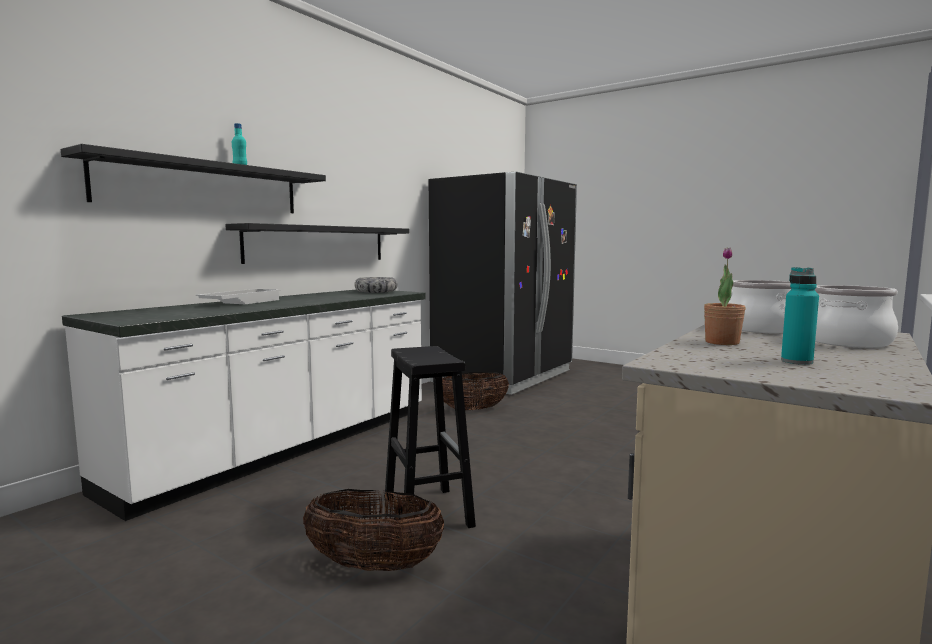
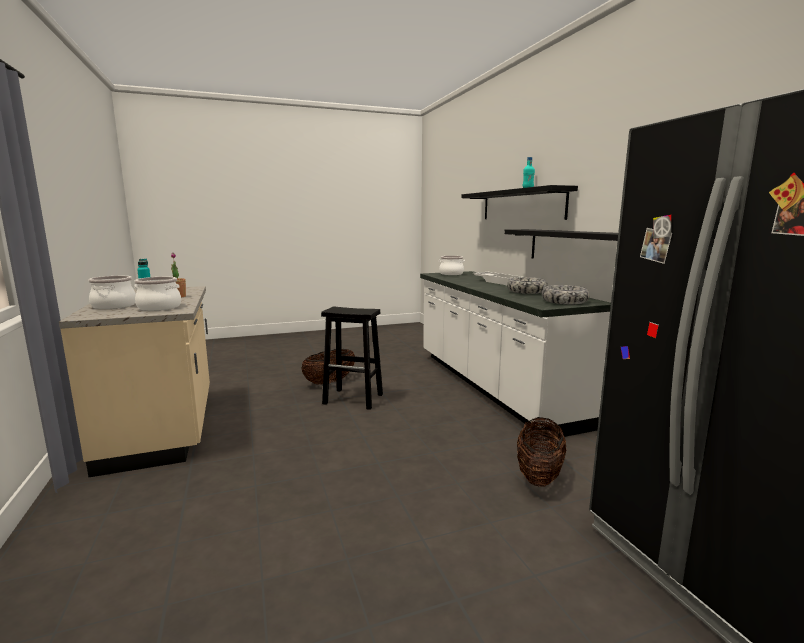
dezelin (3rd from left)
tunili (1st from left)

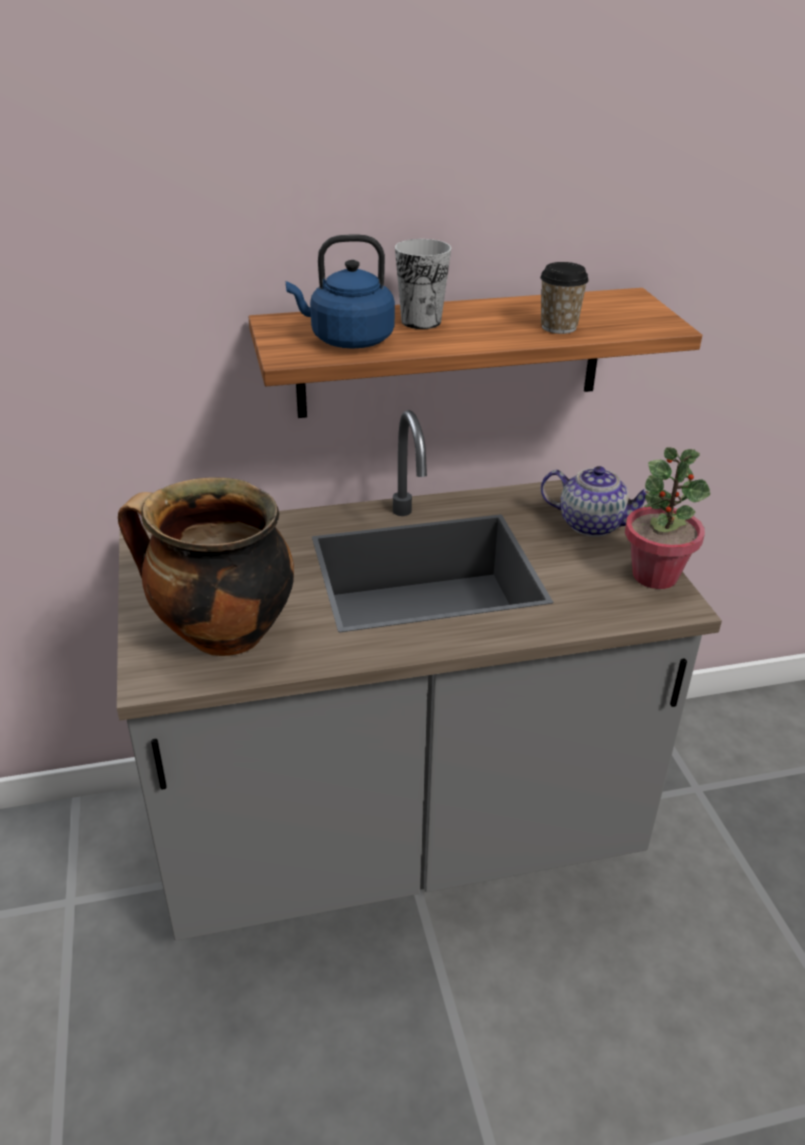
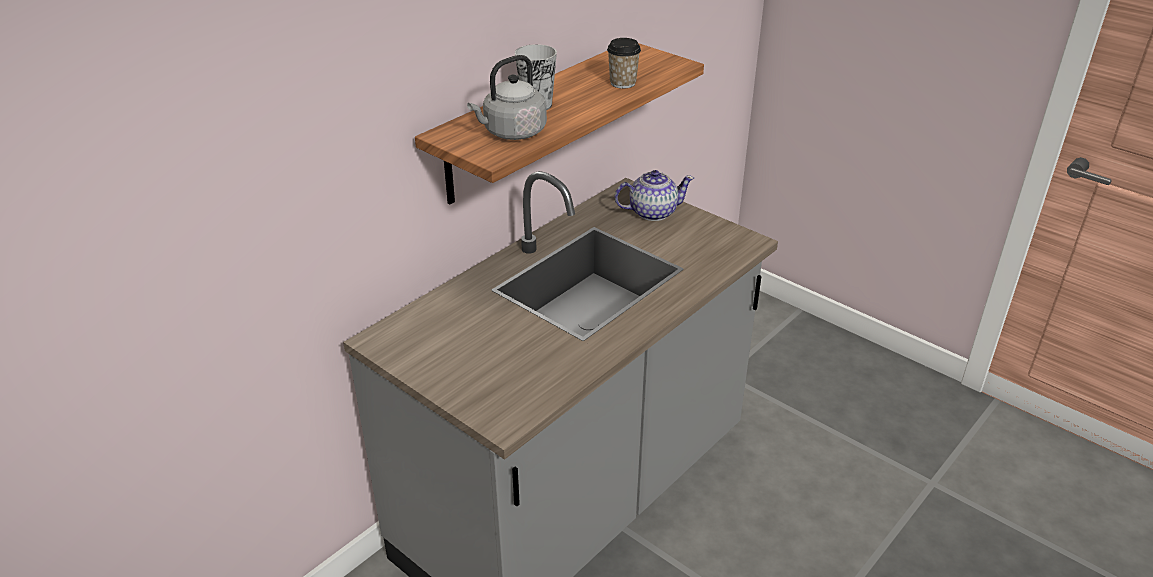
dezelin
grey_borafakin
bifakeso

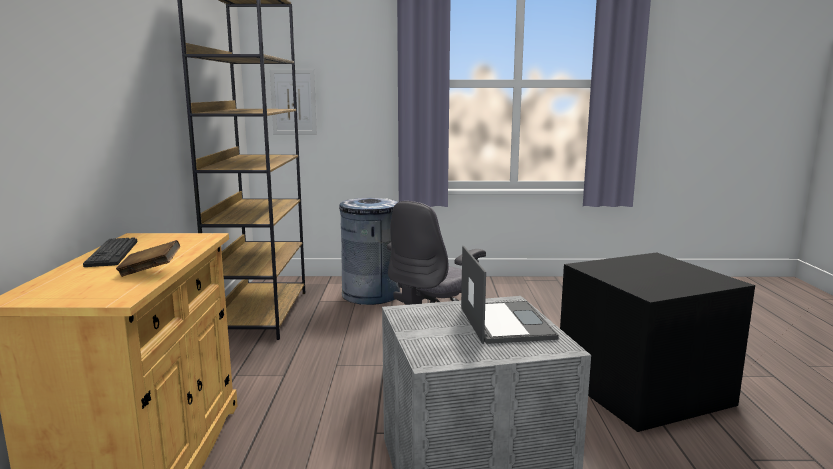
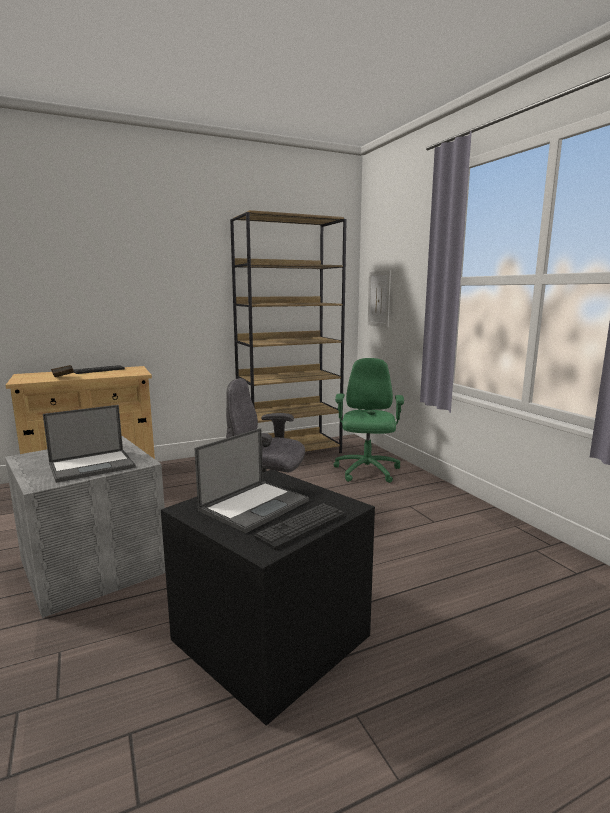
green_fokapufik
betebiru (2nd from left)
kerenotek (2nd from left)

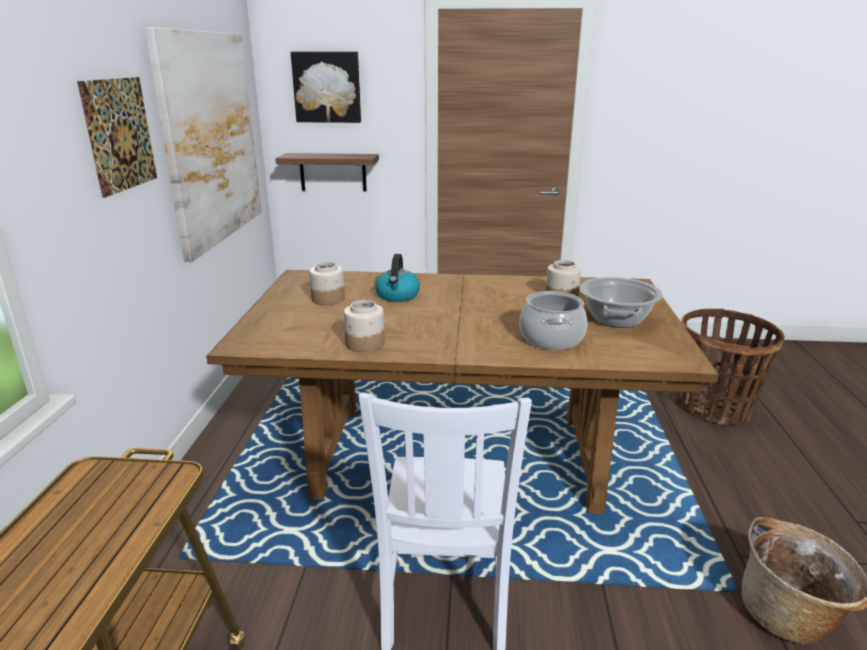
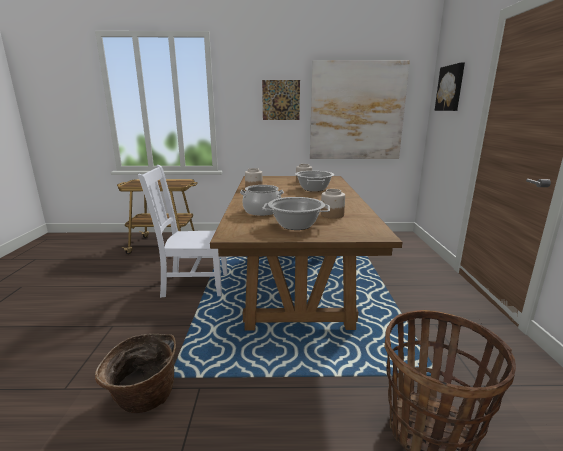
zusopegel
dezelin (3rd from left)

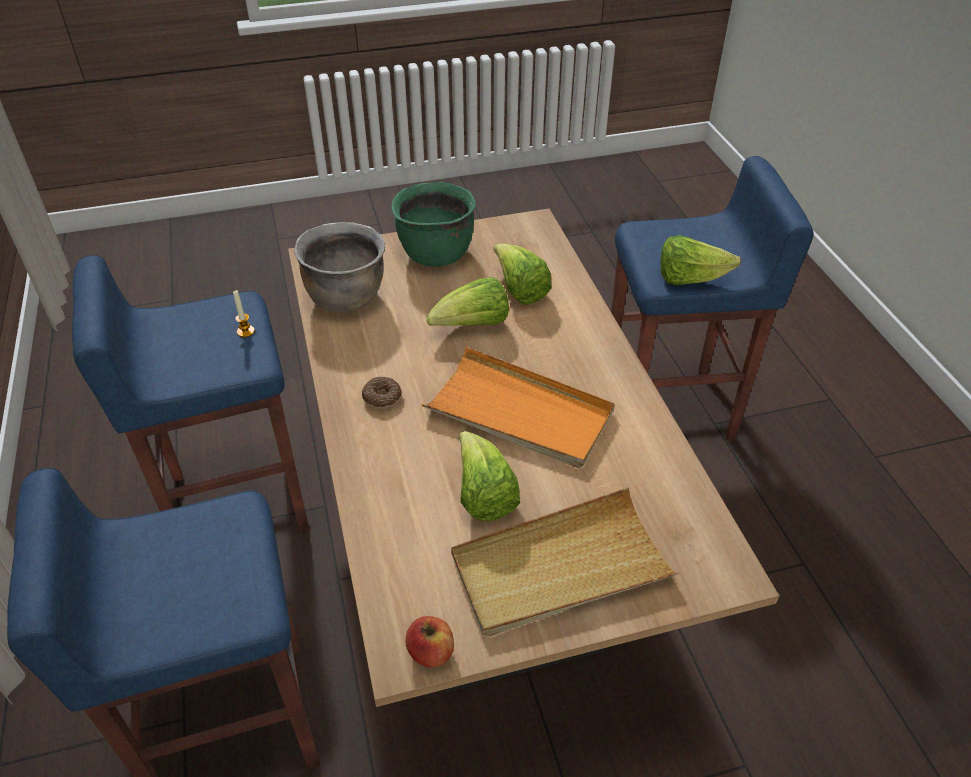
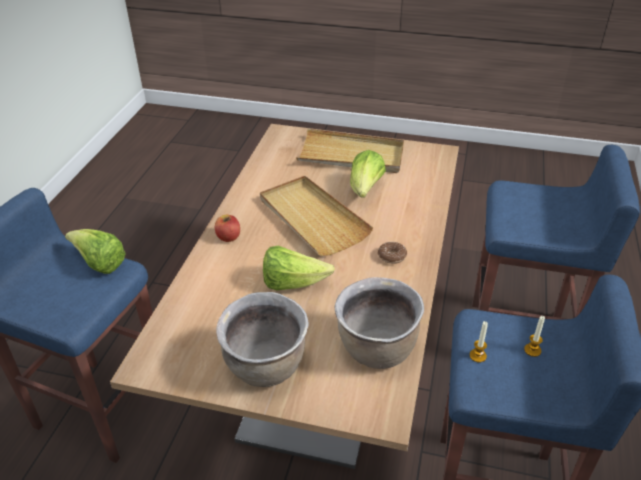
brown_dezelin (1st from left)
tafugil
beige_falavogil (1st from left)
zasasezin (3rd from left in the first image)
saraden (2nd from left)

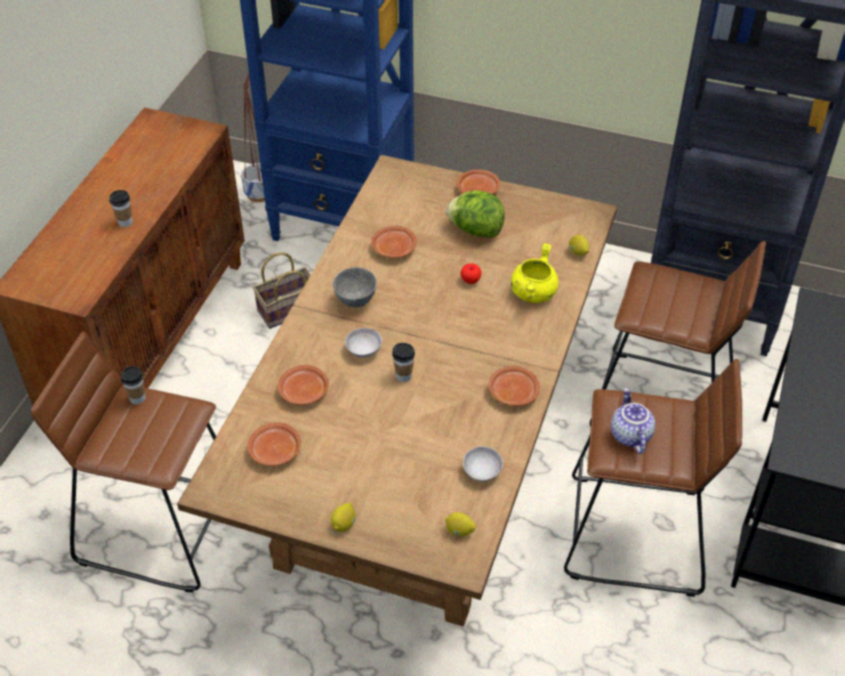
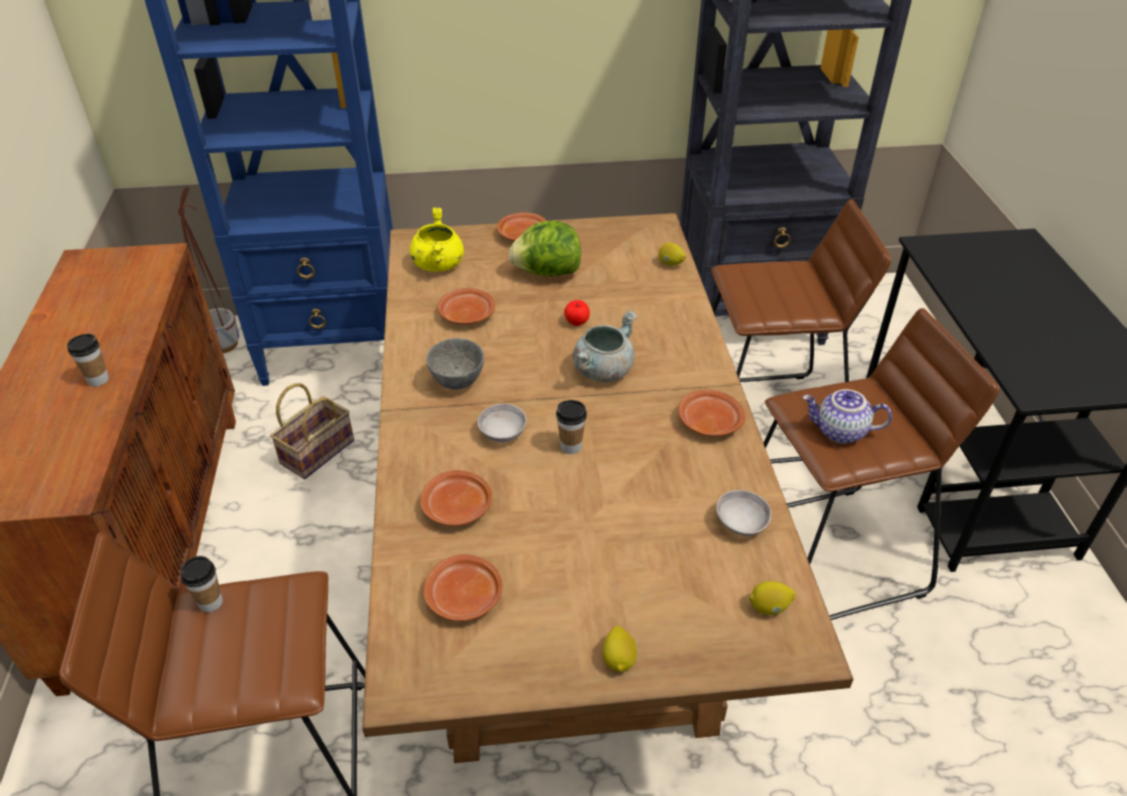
yellow_dezelin
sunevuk
grey_dezelin

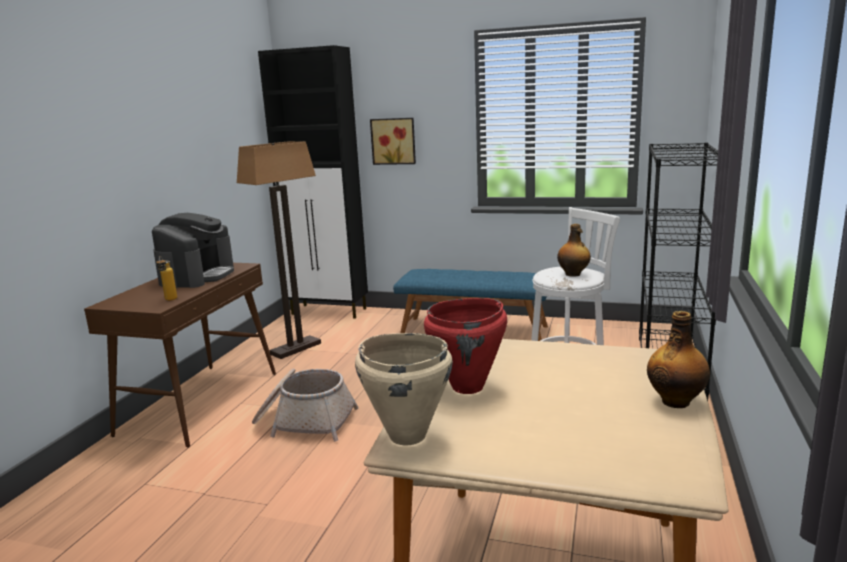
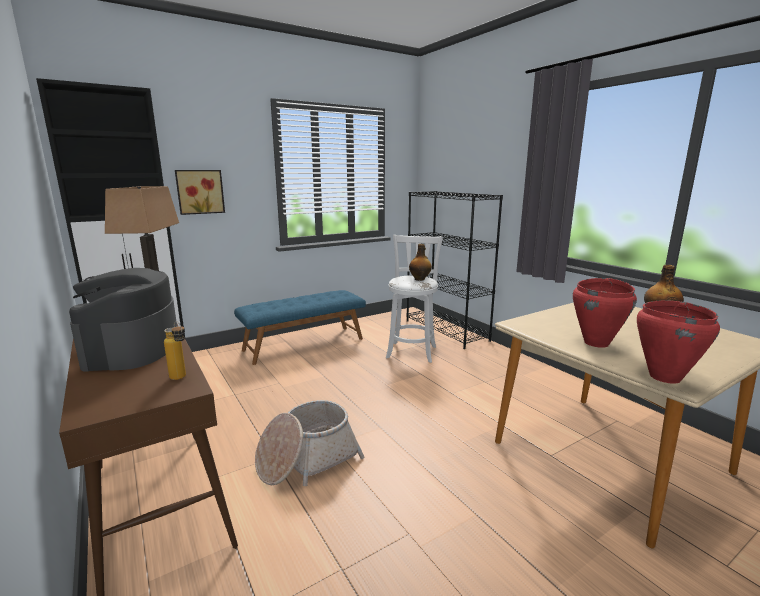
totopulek
red_dezelin (2nd from left)

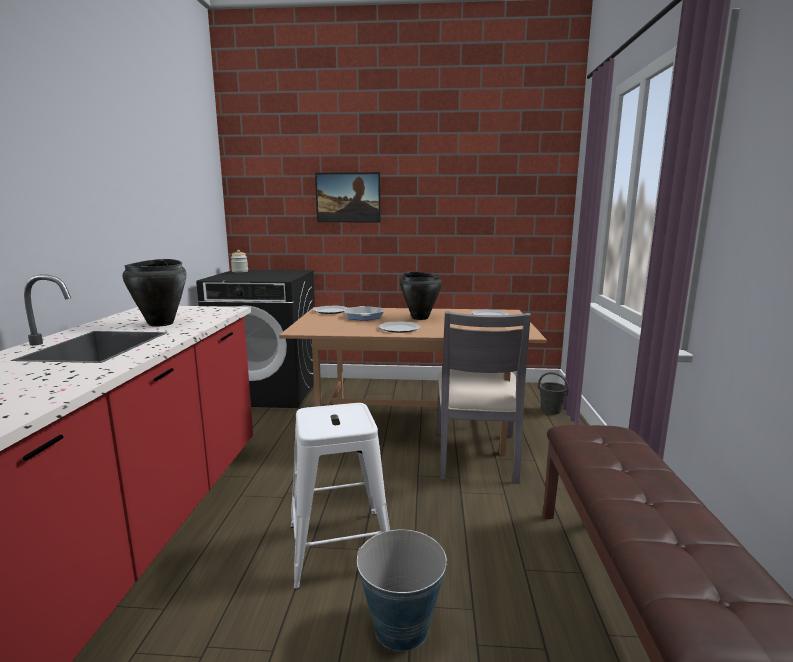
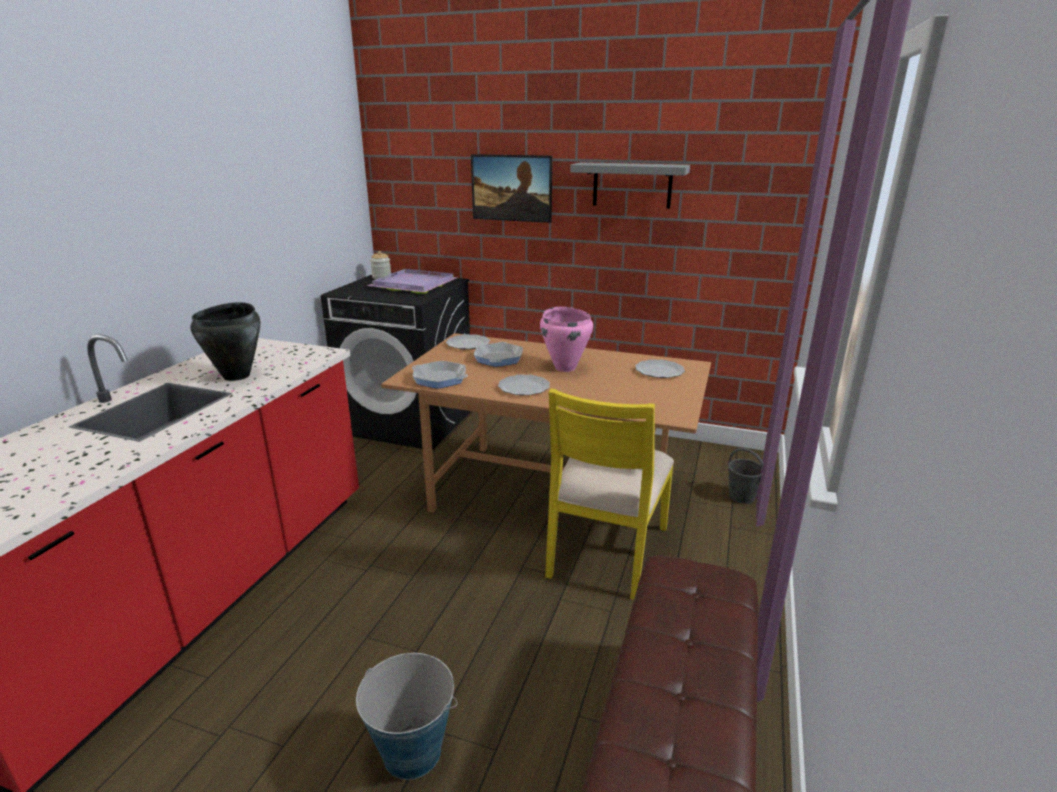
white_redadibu
pink_dezelin
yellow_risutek
purple_falavogil
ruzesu (1st from left)
grey_zusopegel

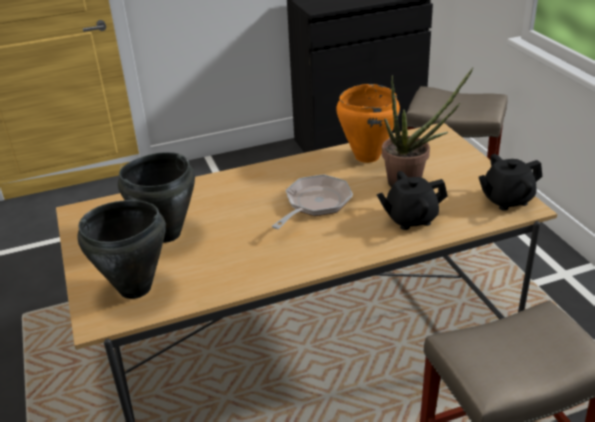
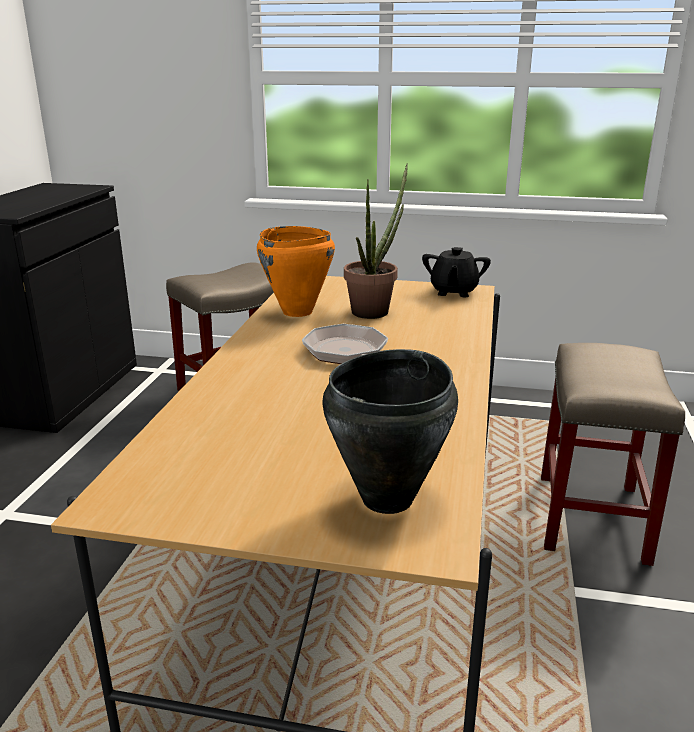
black_dezelin (2nd from left in the first image)
black_sunevuk (1st from left in the first image)

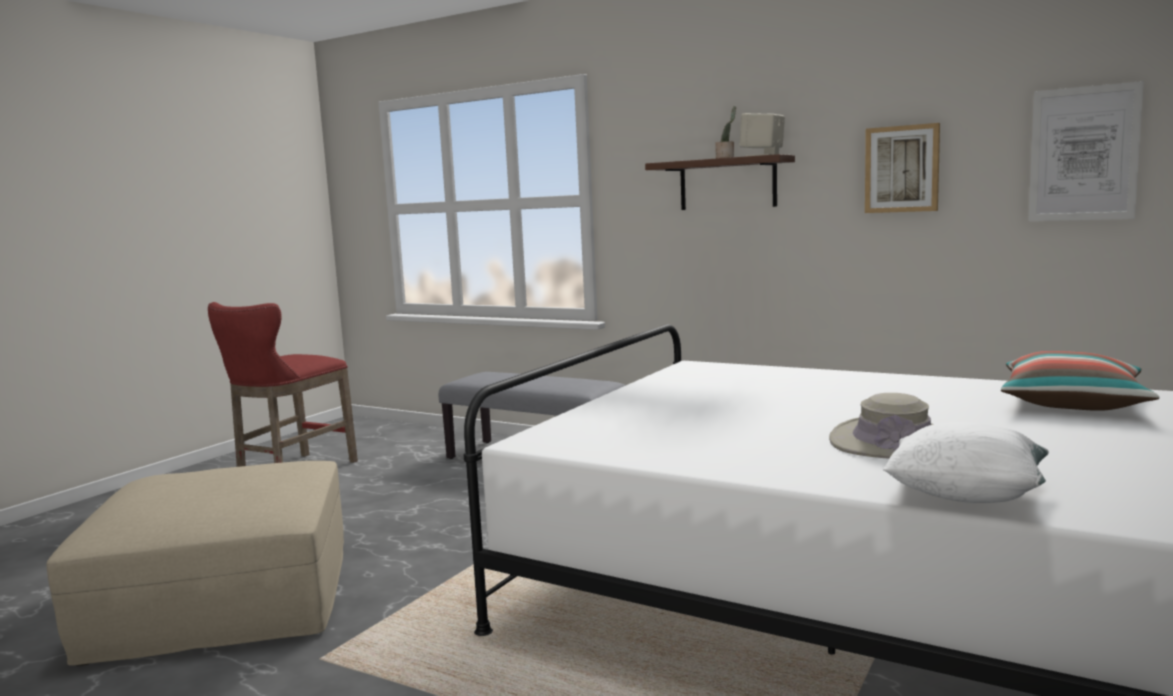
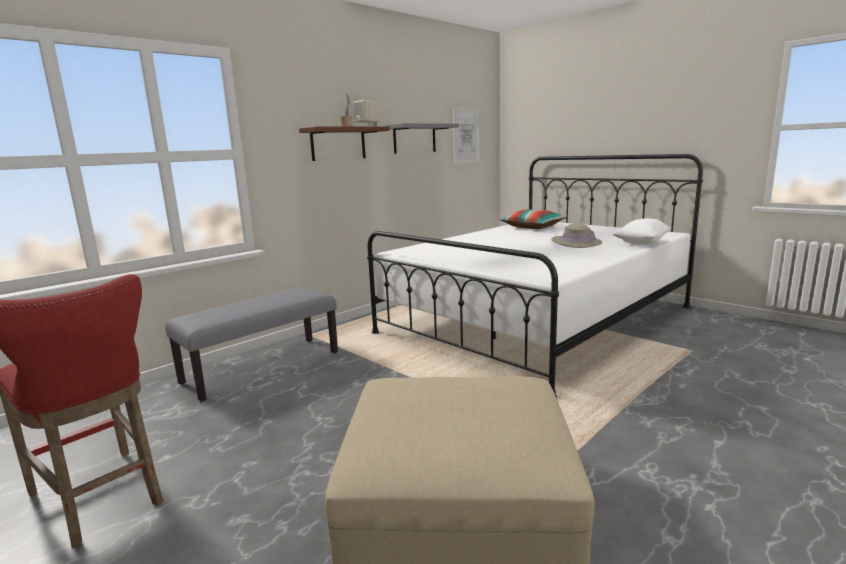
grey_zusopegel

